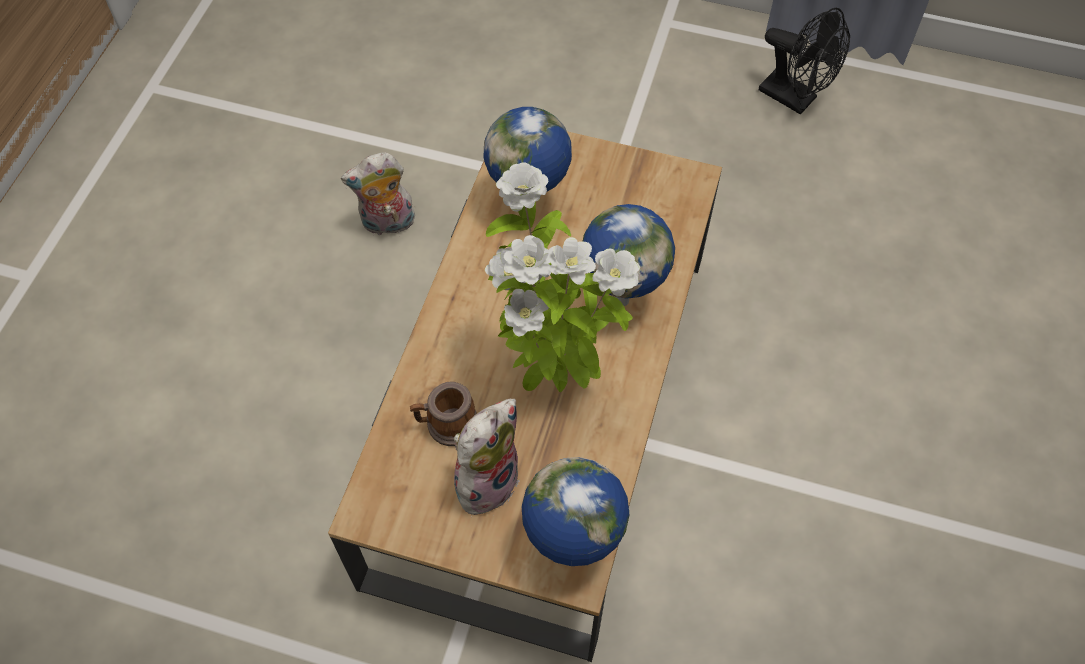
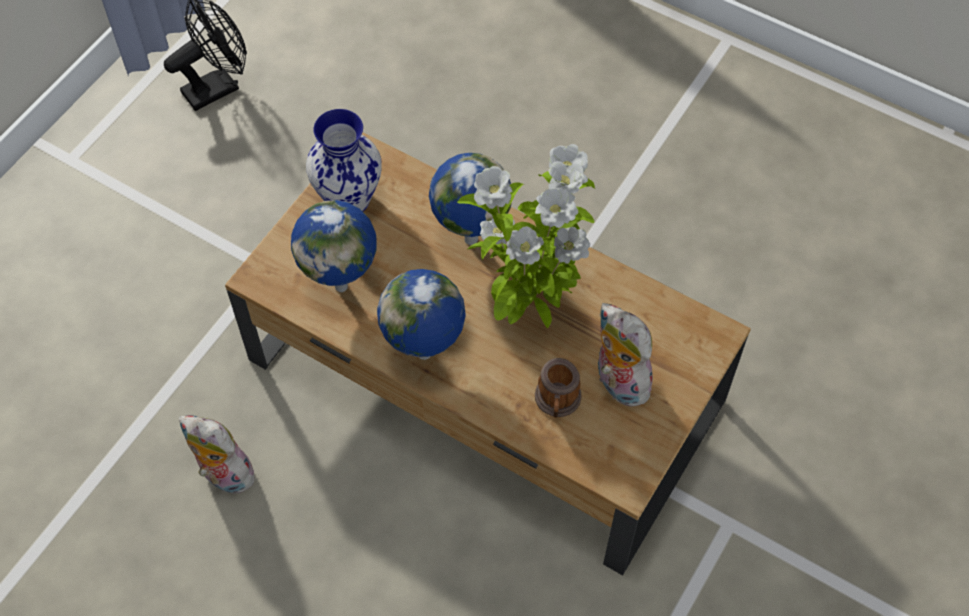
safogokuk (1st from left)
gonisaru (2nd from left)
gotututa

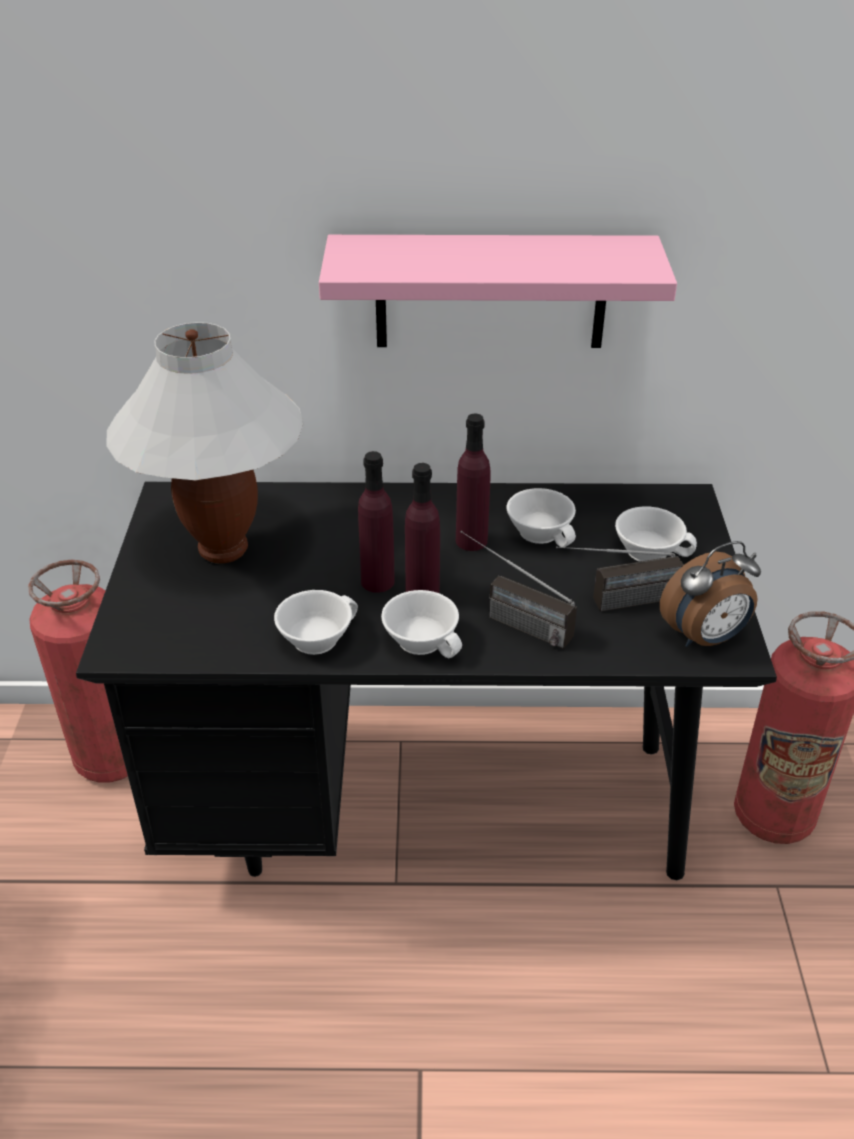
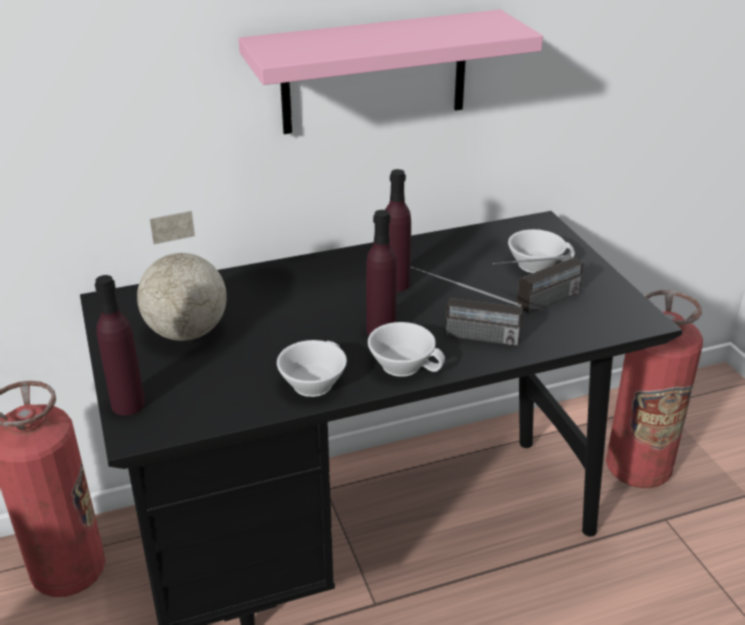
gonisaru
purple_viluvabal (1st from left)
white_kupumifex (3rd from left in the first image)
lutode

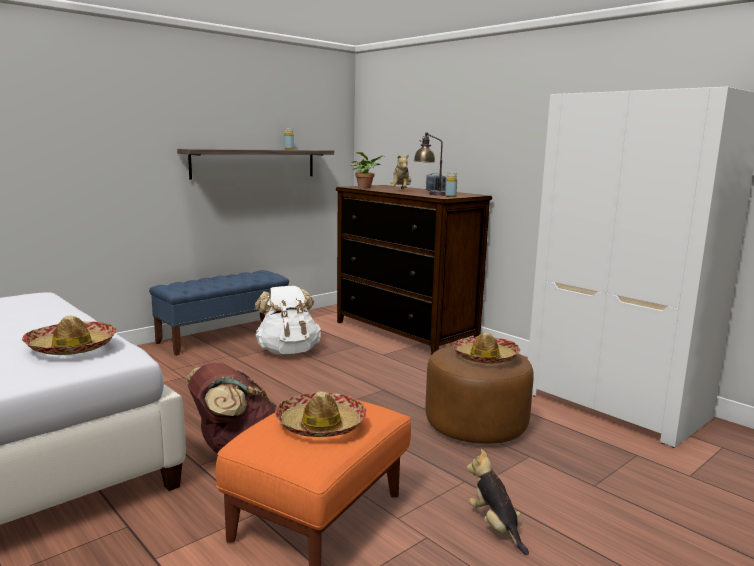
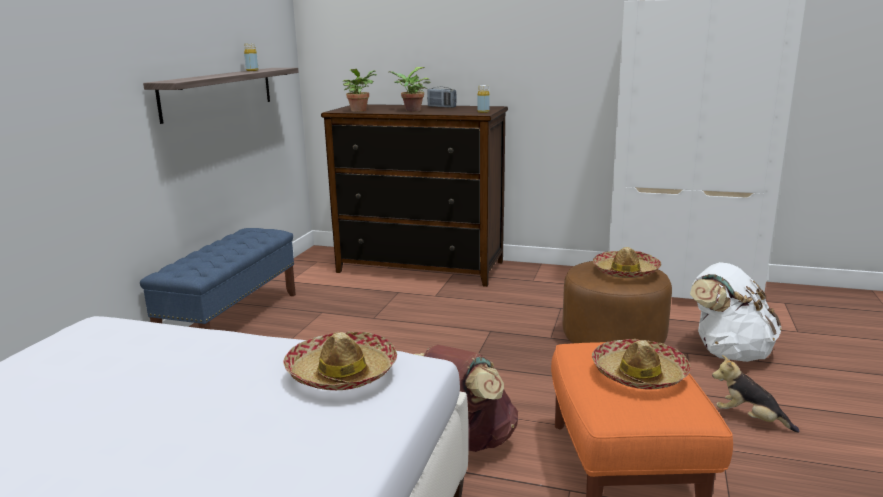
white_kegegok
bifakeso (2nd from left)
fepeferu

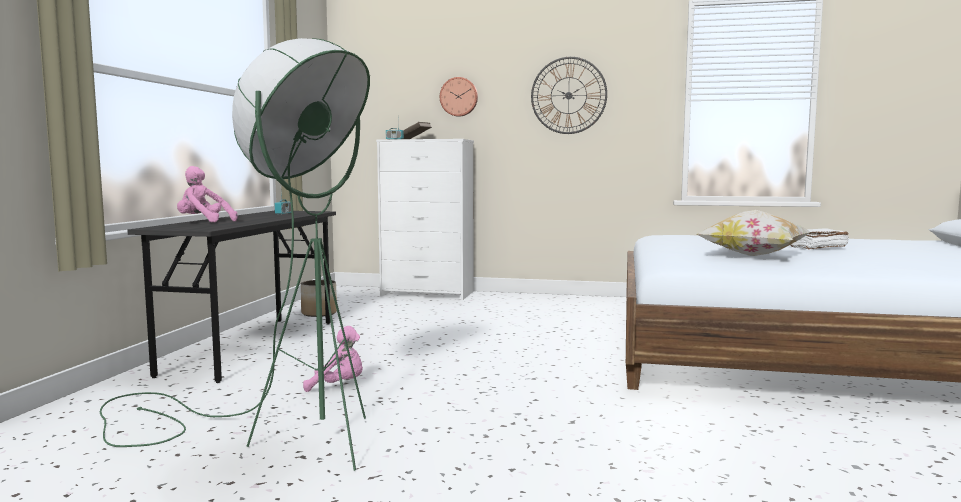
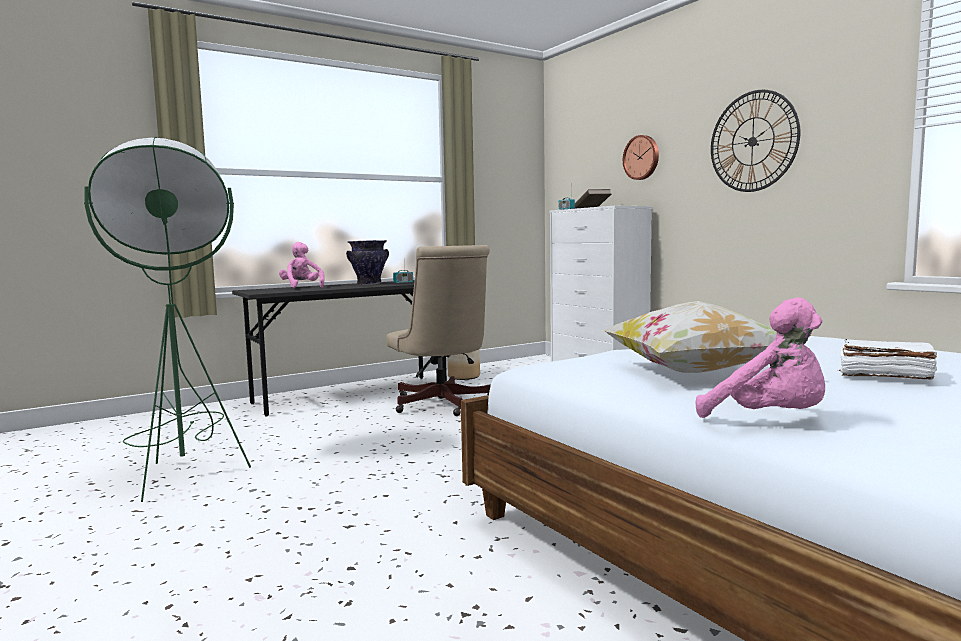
pink_safogokuk (2nd from left)
gotututa
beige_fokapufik

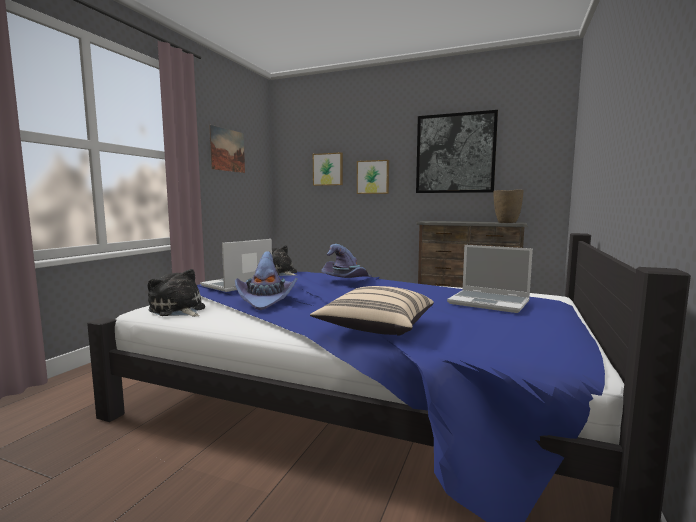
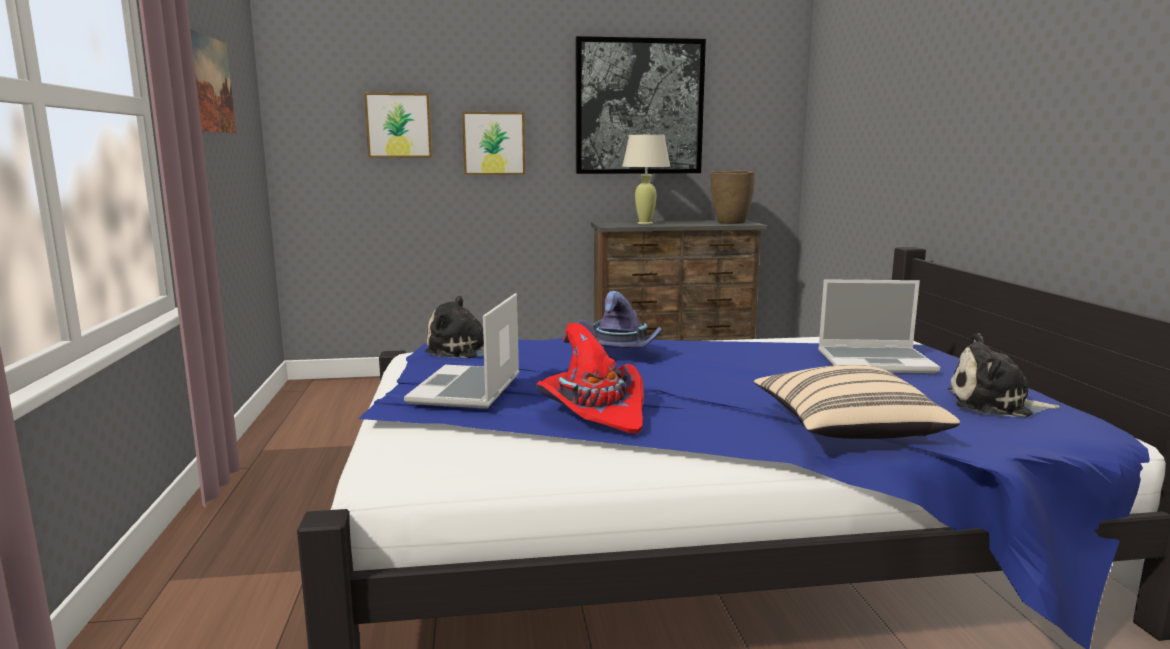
safogokuk (2nd from left)
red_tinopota
beige_fepeferu

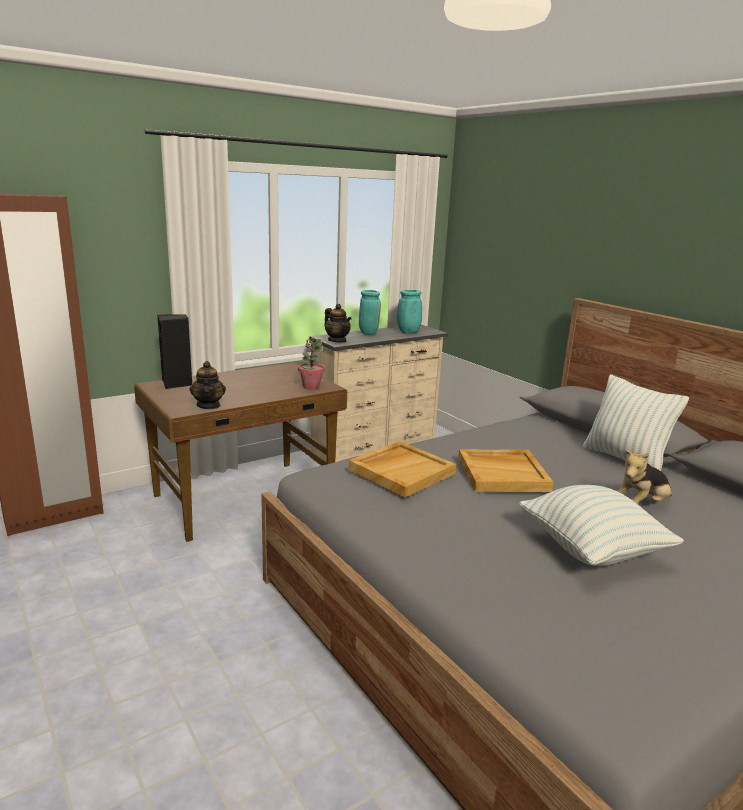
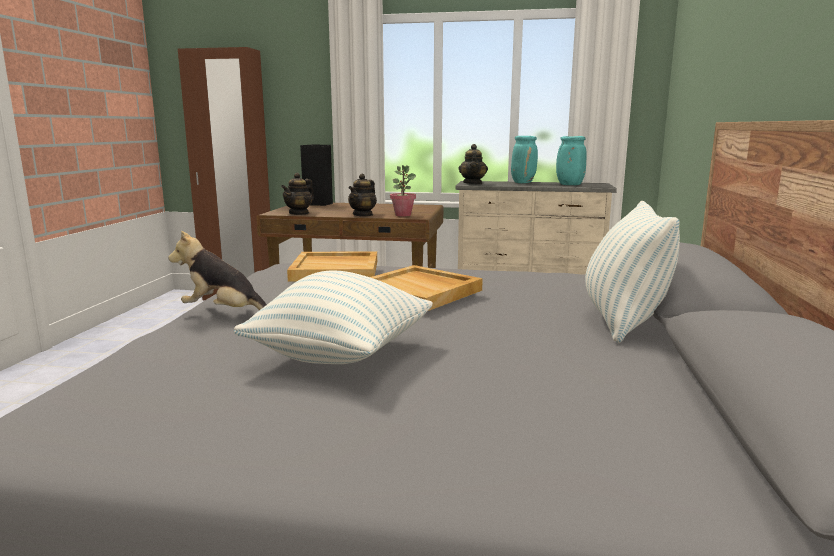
safogokuk
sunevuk (2nd from left)

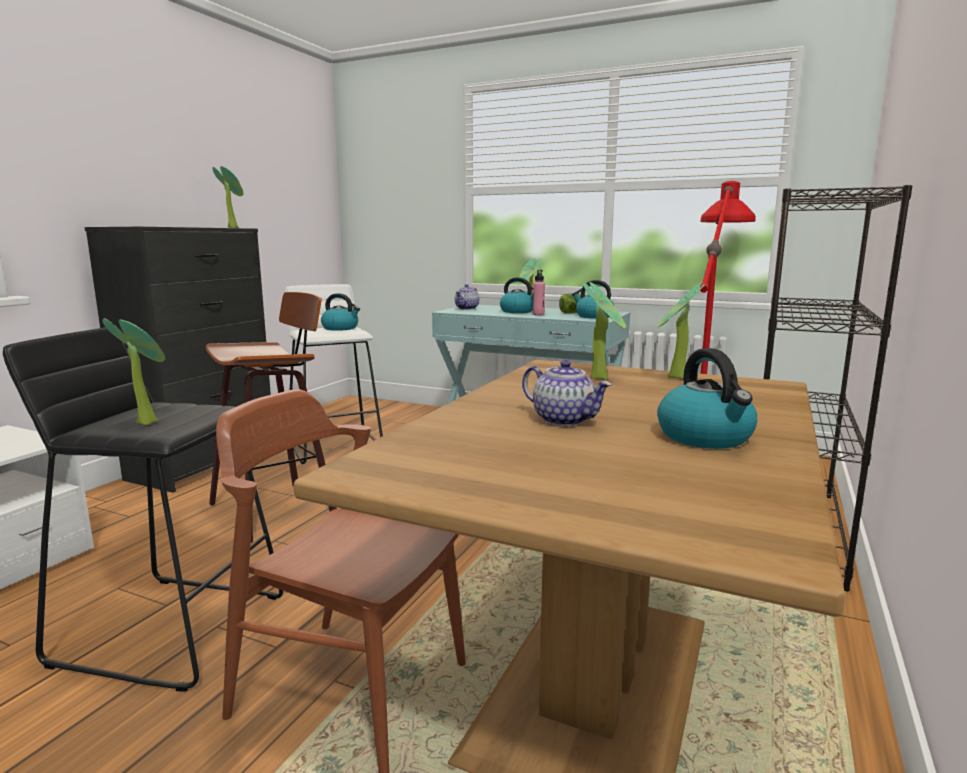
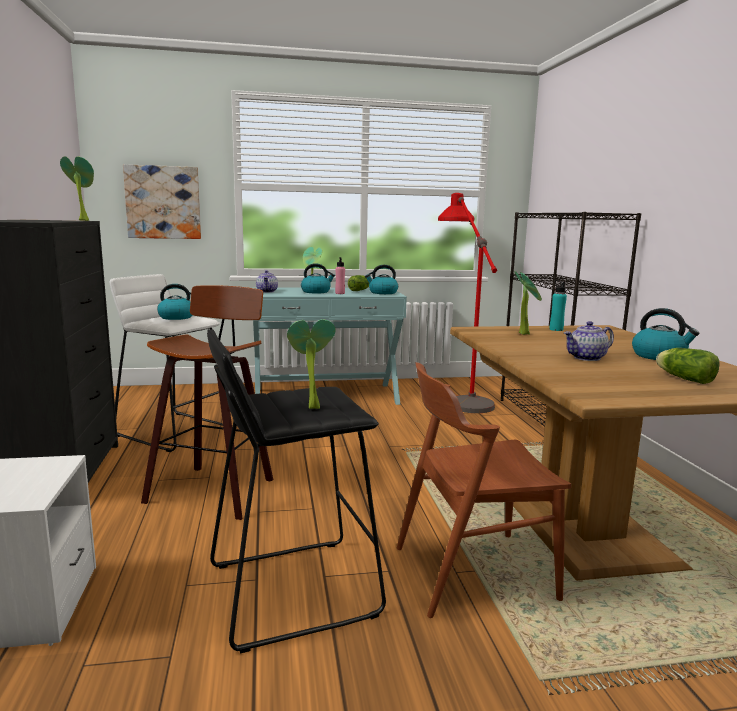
sunevuk (2nd from left)
turquoise_viluvabal
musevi
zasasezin (2nd from left)

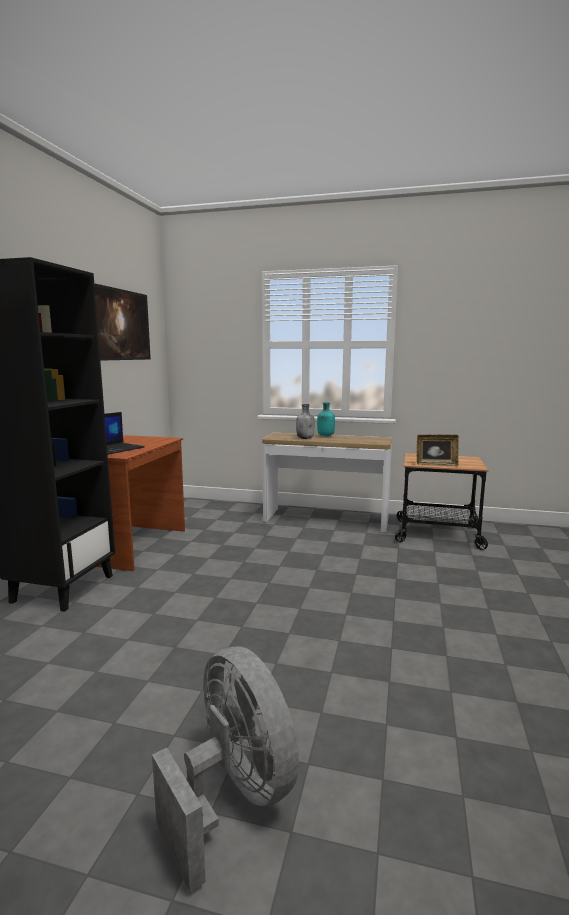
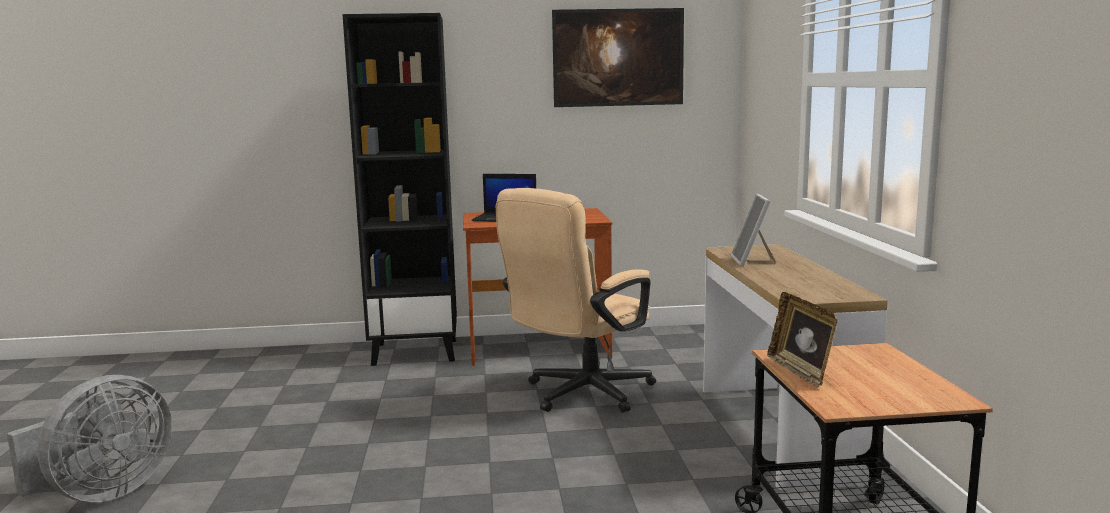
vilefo (1st from left)
turquoise_viluvabal
beige_fokapufik

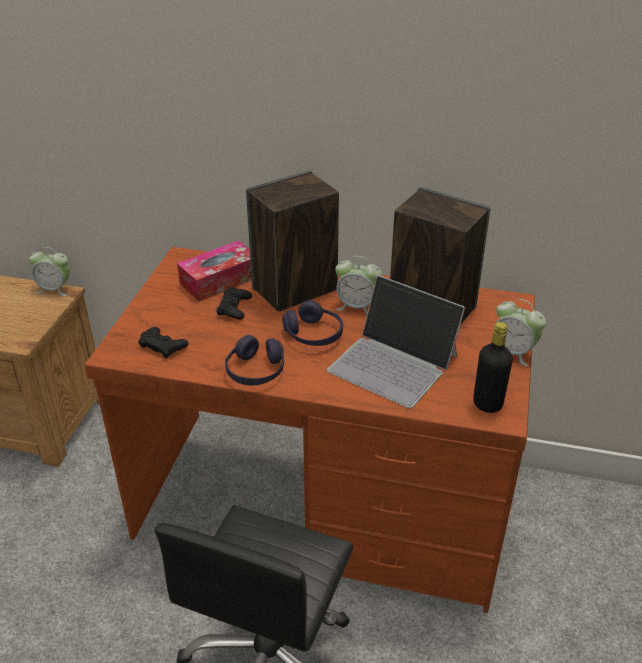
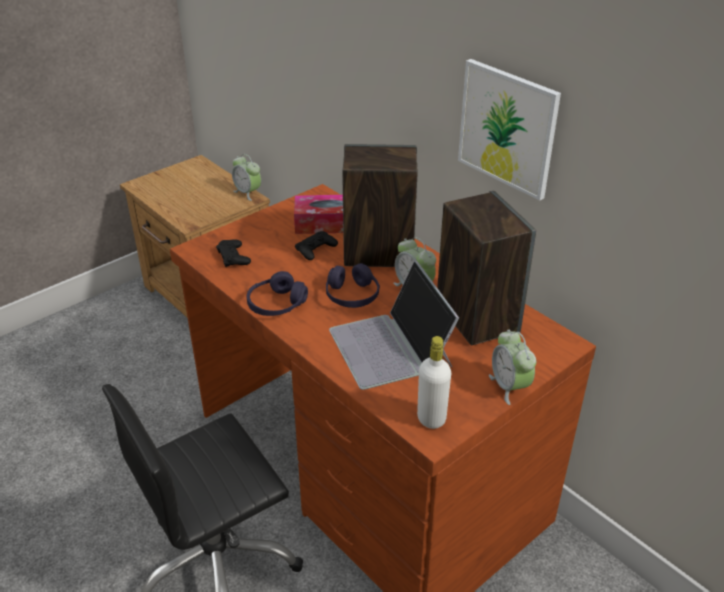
white_viluvabal
musevi

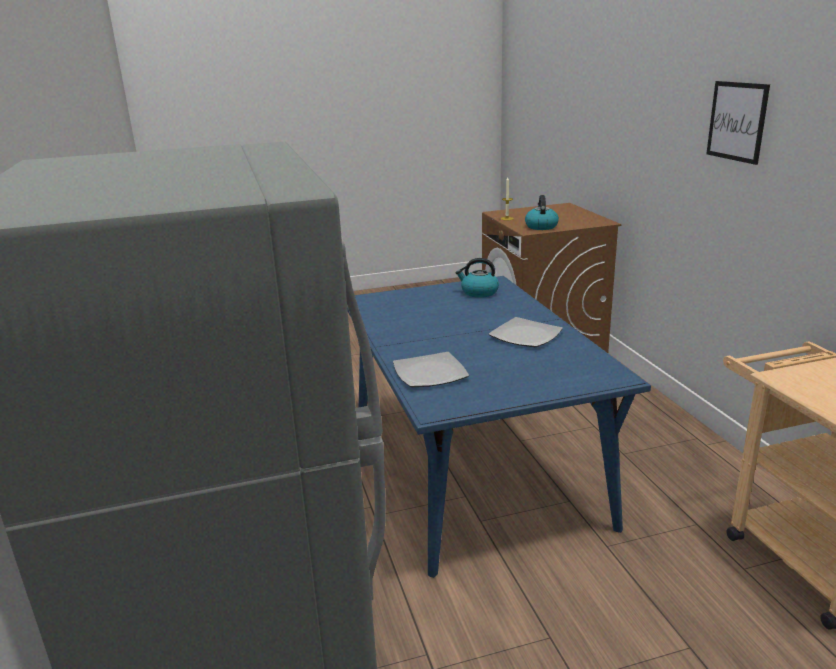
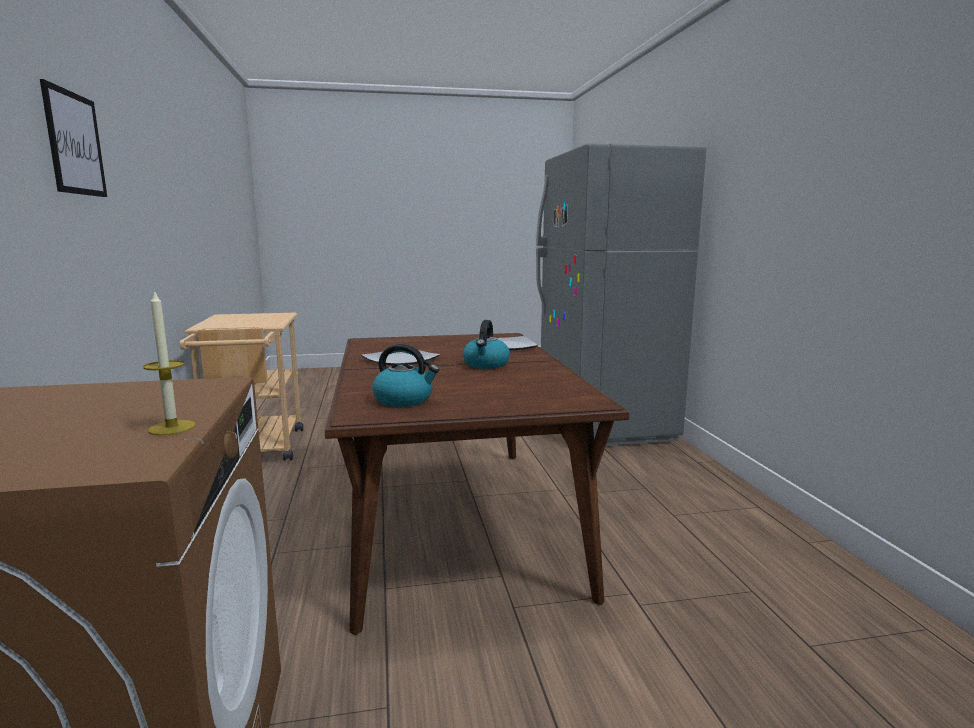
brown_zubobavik
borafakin (2nd from left)

